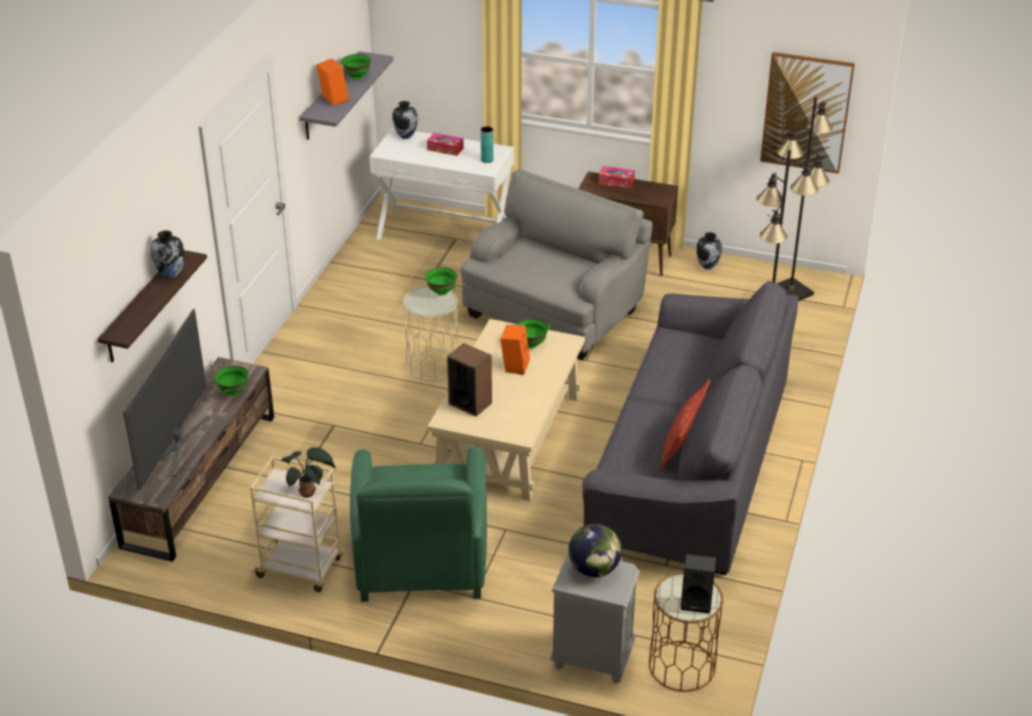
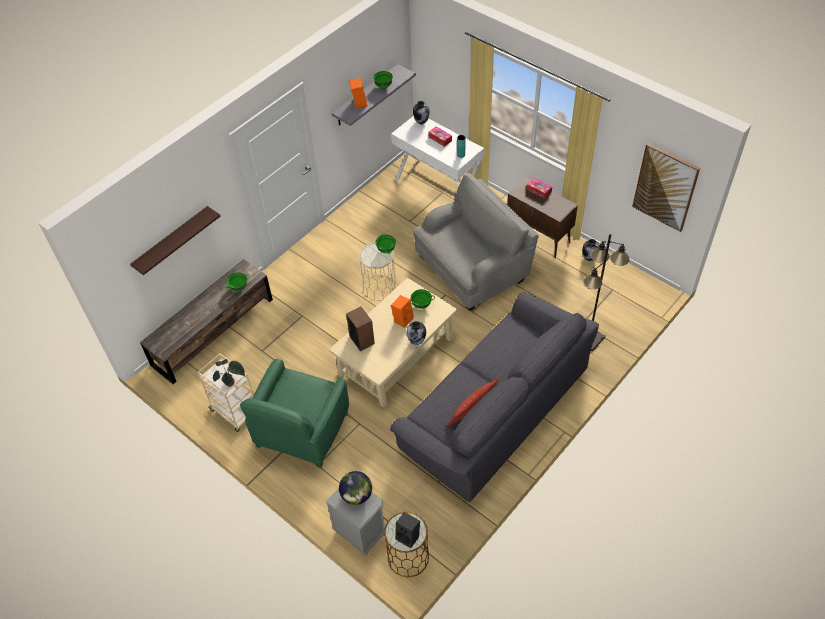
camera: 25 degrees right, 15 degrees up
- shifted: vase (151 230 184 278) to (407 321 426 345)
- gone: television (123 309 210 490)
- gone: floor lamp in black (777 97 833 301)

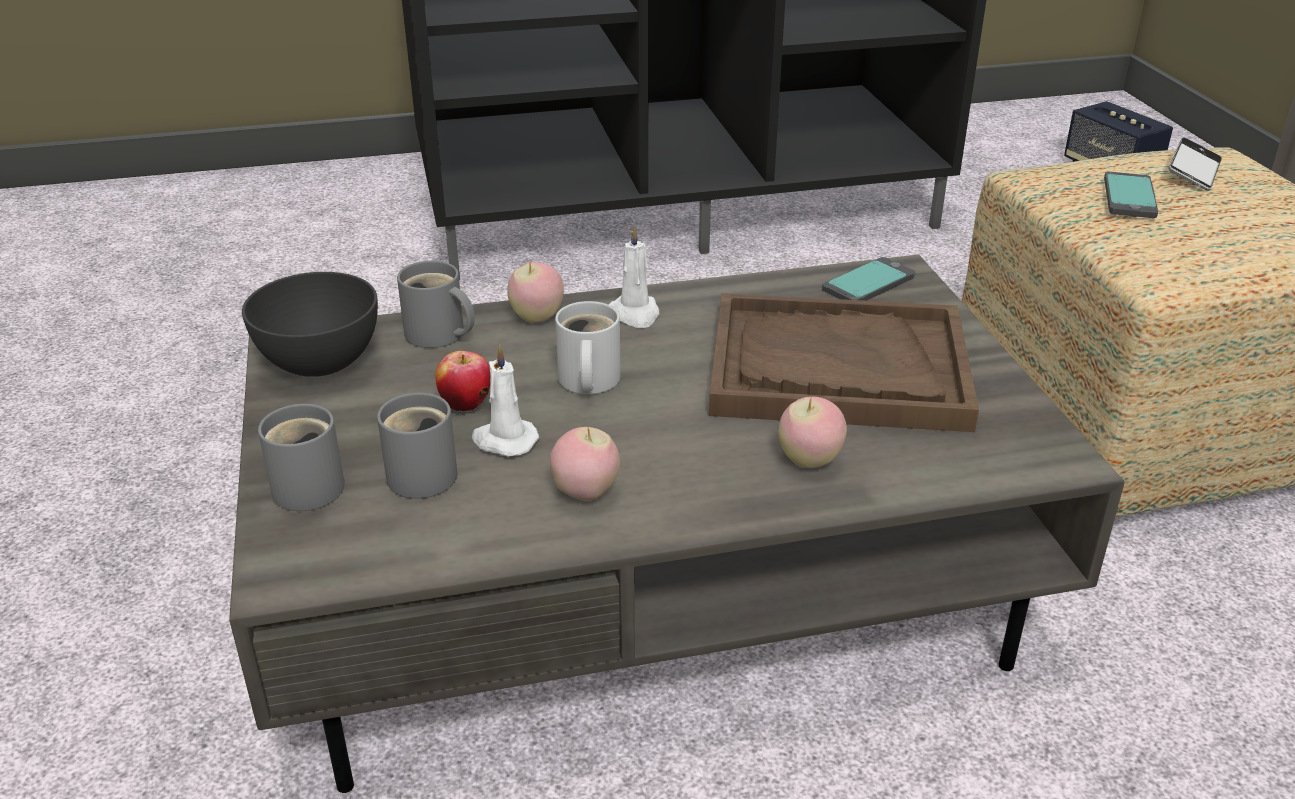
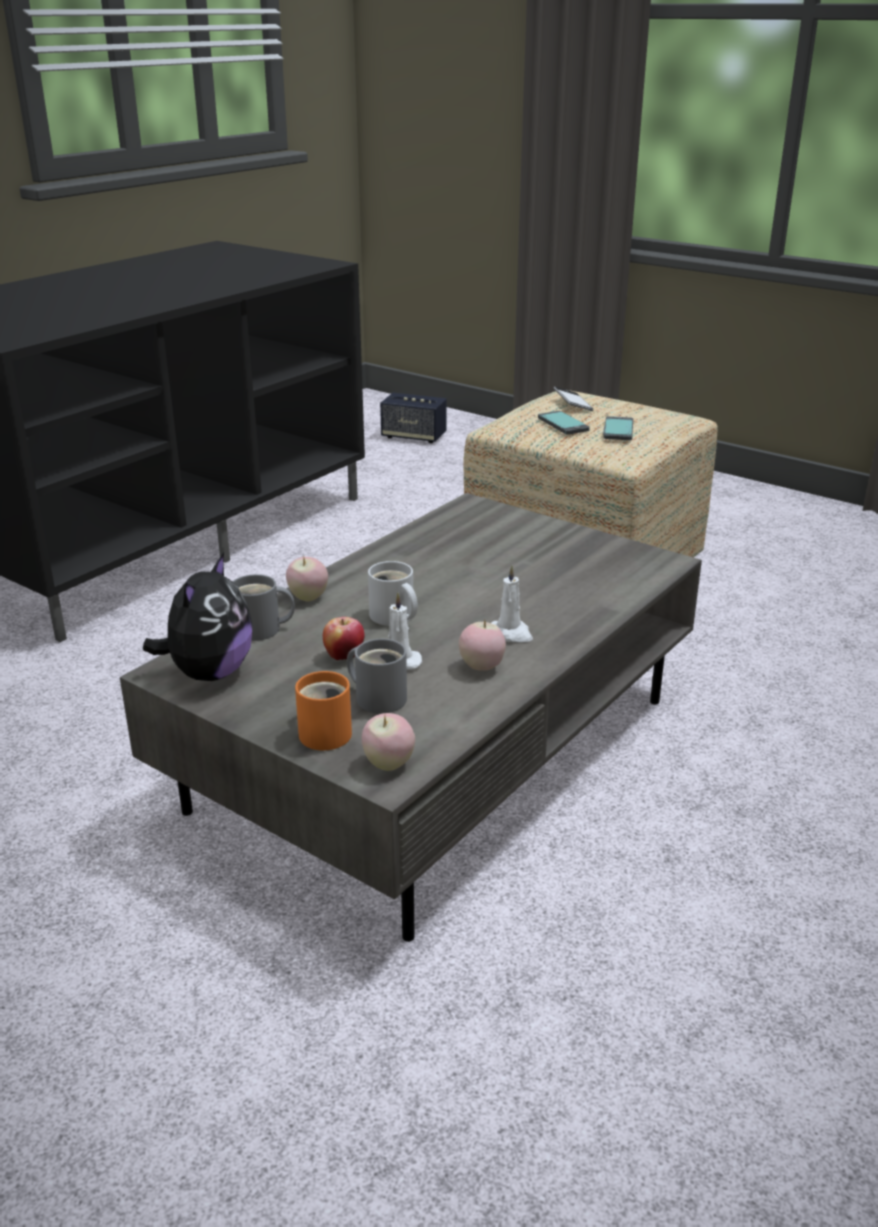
camera: 40 degrees left, 5 degrees down
- swapped: bowl in grey (242 272 378 377) to plush toy (143 553 252 681)
- repainted: mug in grey (258 404 345 511) to mug in orange (295 671 352 750)
- shifted: apple (778 397 847 468) to (362 713 415 771)
- shifted: candle in white (609 225 659 328) to (491 565 533 642)
- shifted: phone (822 257 915 301) to (603 416 633 440)
- gone: tray in brown (709 293 979 432)

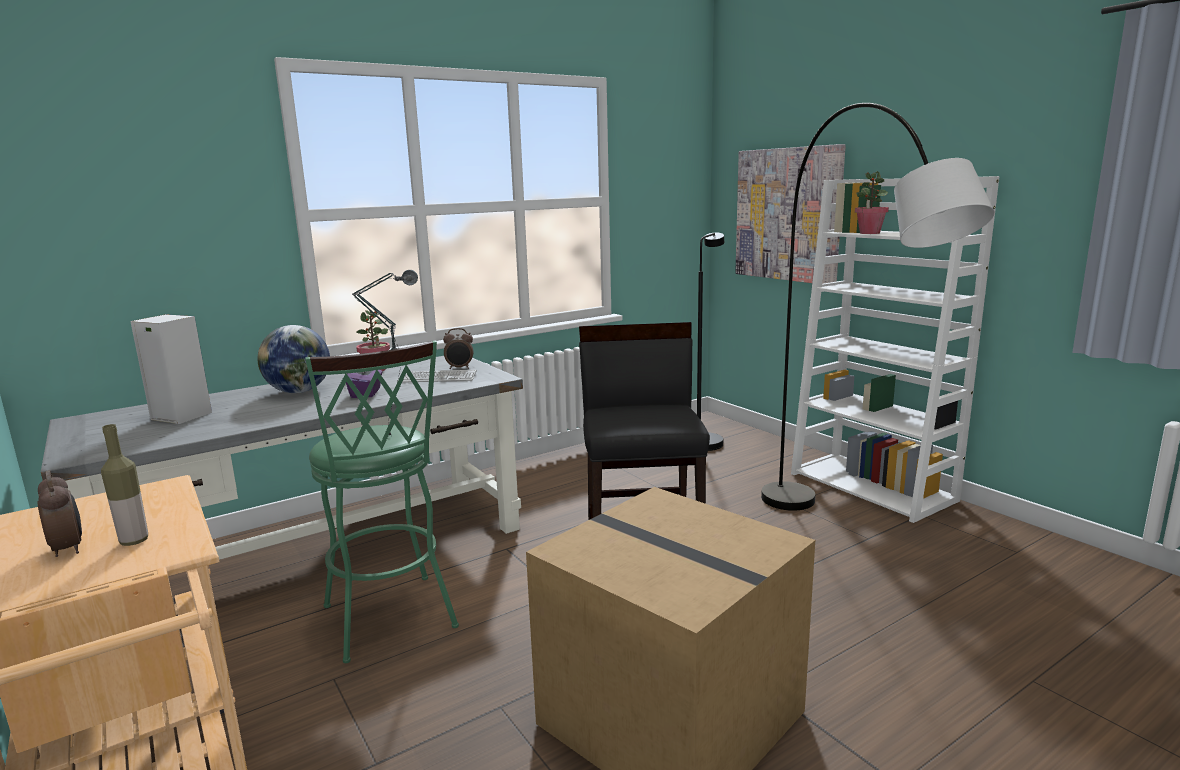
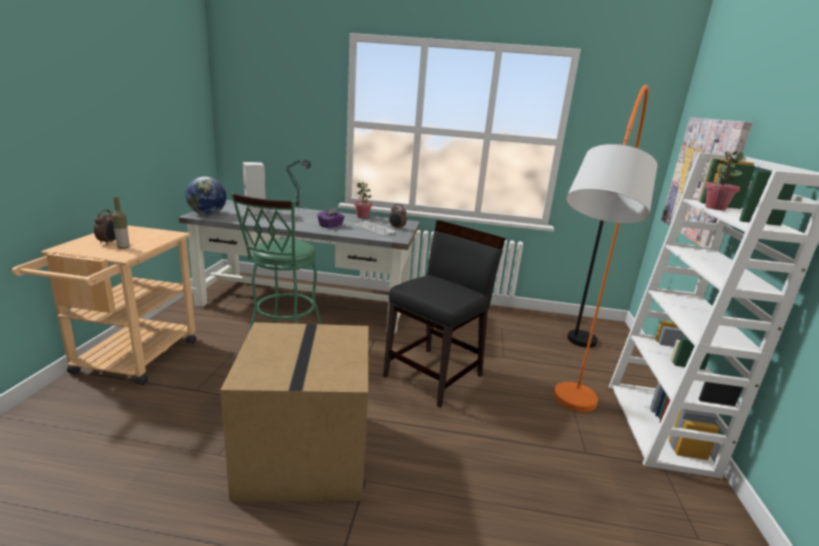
camera: 40 degrees right, 5 degrees up
- shifted: globe (258 325 330 393) to (185 177 226 215)
- repainted: floor lamp in grey (761 103 995 511) to floor lamp in orange (554 85 658 412)

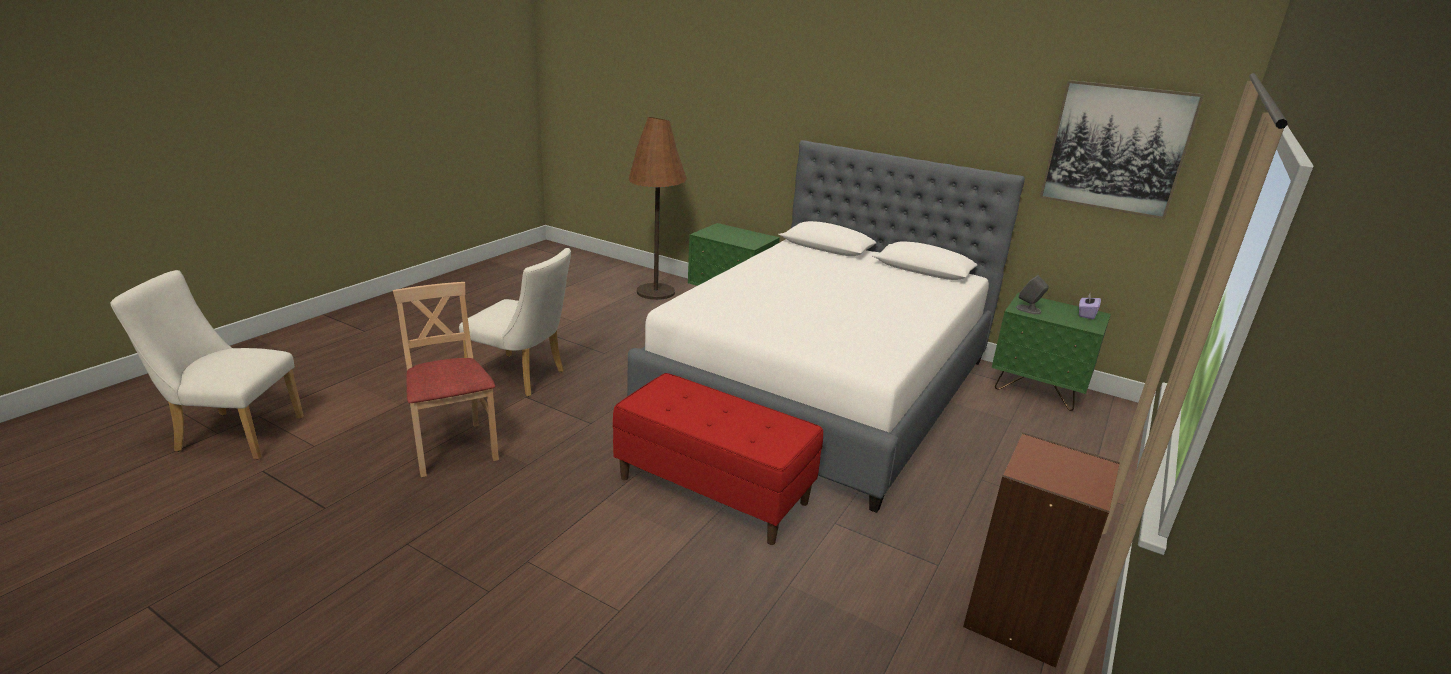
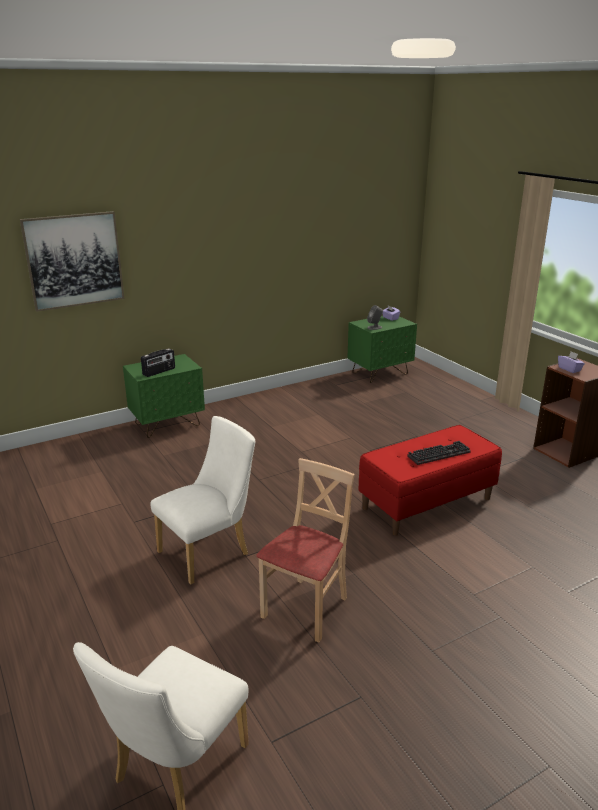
camera: 60 degrees left, 0 degrees up
- shifted: picture (1040 80 1204 219) to (20 211 125 312)
- new: radio (141 348 175 377)
- rotated: chair in beige (393 282 499 477) = (256 458 355 643) 120 degrees clockwise
- new: keyboard (407 441 471 465)
- new: tissue box in purple (558 351 585 373)
- gone: bed in white (627 140 1025 513)
- gone: floor lamp in brown (629 117 687 300)

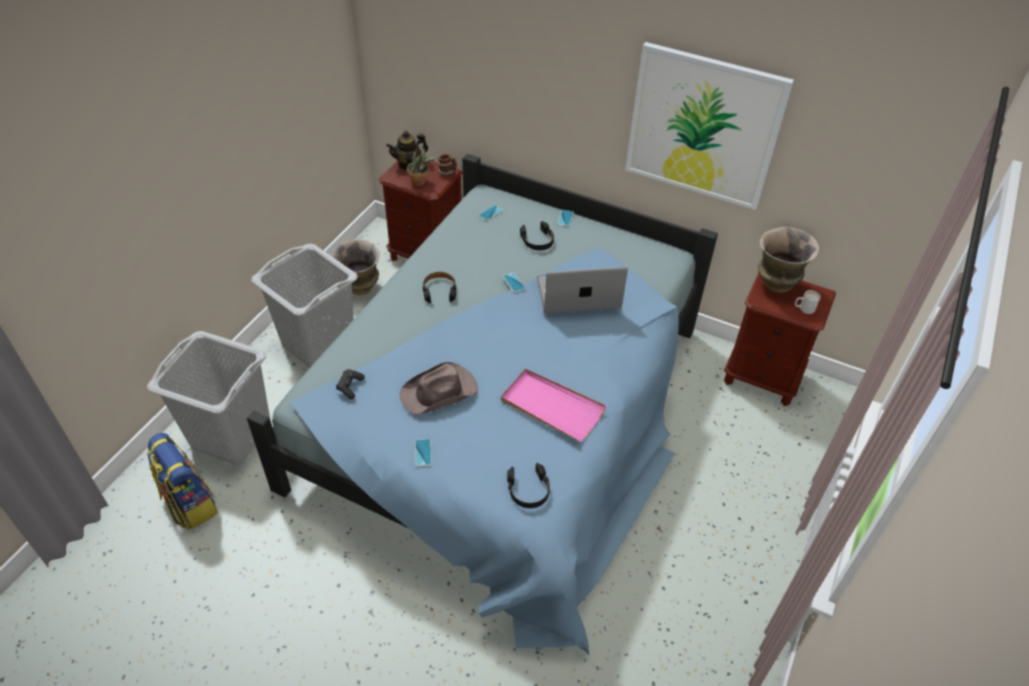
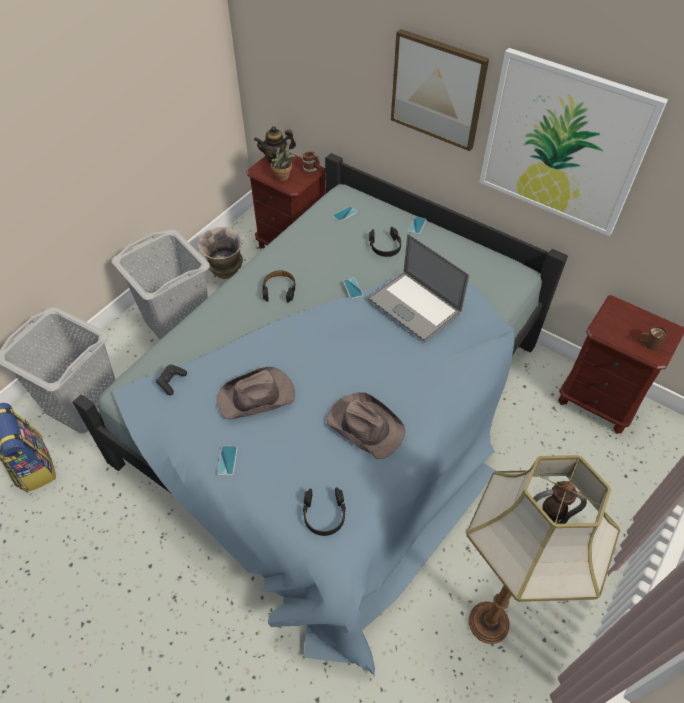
camera: 10 degrees right, 5 degrees up
- swapped: tray in pink (501 369 606 442) to hat in brown (326 392 405 459)
- rotated: laptop (536 267 628 314) = (368 233 470 342) 135 degrees counterclockwise
- new: picture (391 29 489 151)
- new: floor lamp (466 455 620 644)
- repainted: mug in white (795 290 820 314) to mug in brown (639 326 668 350)
- gone: vase (758 227 819 293)

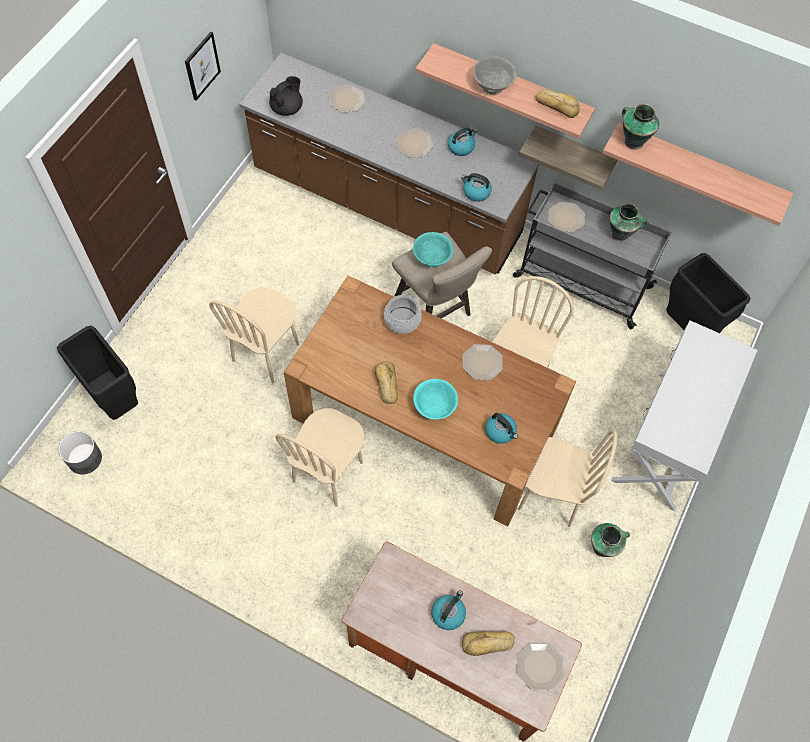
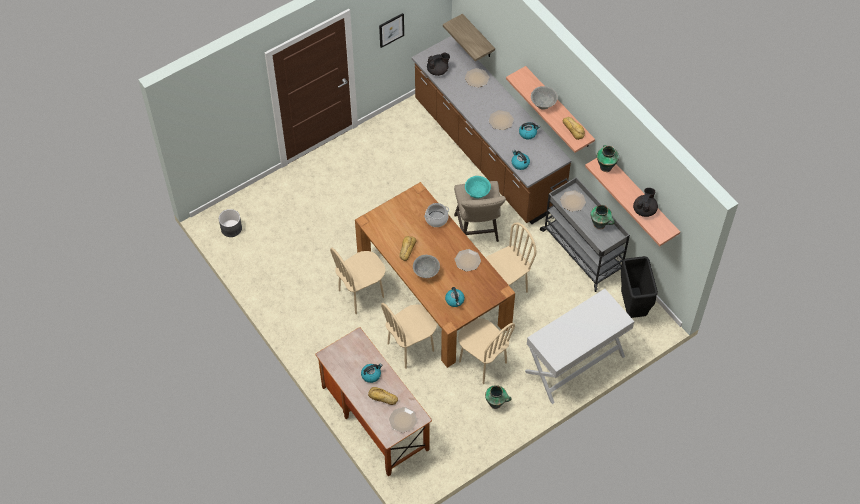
camera: 30 degrees right, 5 degrees down
- shifted: chair in beige (209 288 299 383) to (381 303 437 369)
- repainted: bowl in turquoise (413 379 458 419) to bowl in grey (413 255 440 278)
- shifted: shelf (519 125 617 190) to (443 14 495 61)
- new: teapot in black (633 188 658 217)
- gone: trash can in black (57 326 138 420)

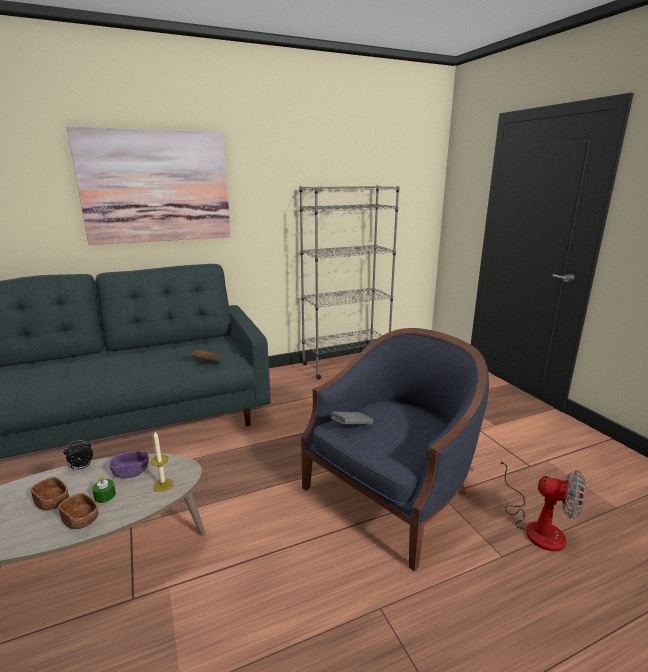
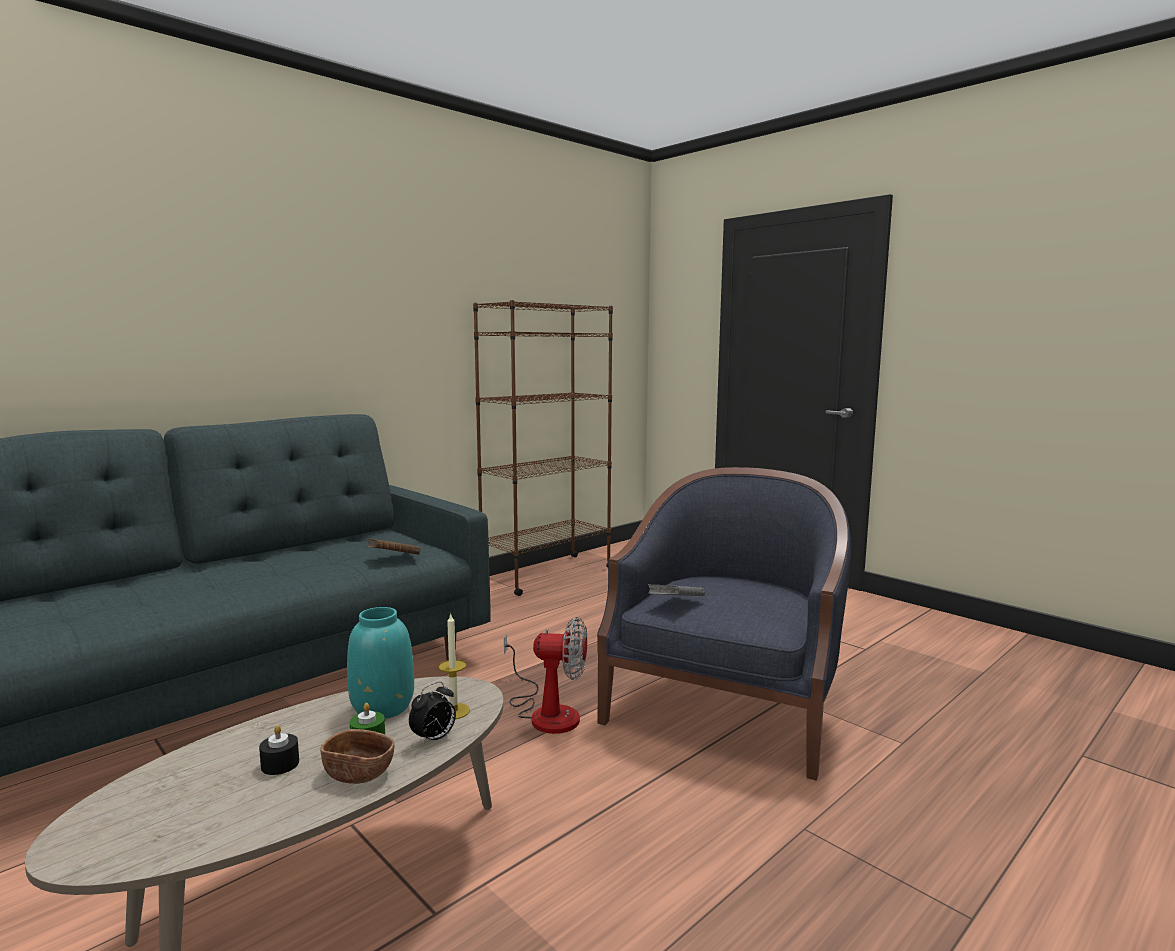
camera: 20 degrees left, 10 degrees down
- swapped: bowl in brown (31 477 69 510) to candle in black (259 725 299 775)
- swapped: bowl in purple (109 451 149 478) to vase in turquoise (347 607 414 719)
- shifted: alarm clock (63 440 93 470) to (409 682 456 746)
- repainted: bookcase in grey (299 185 400 379) to bookcase in brown (473 300 613 596)
- shifted: fan (499 457 586 551) to (504 617 587 734)
- gone: picture (67 126 231 245)

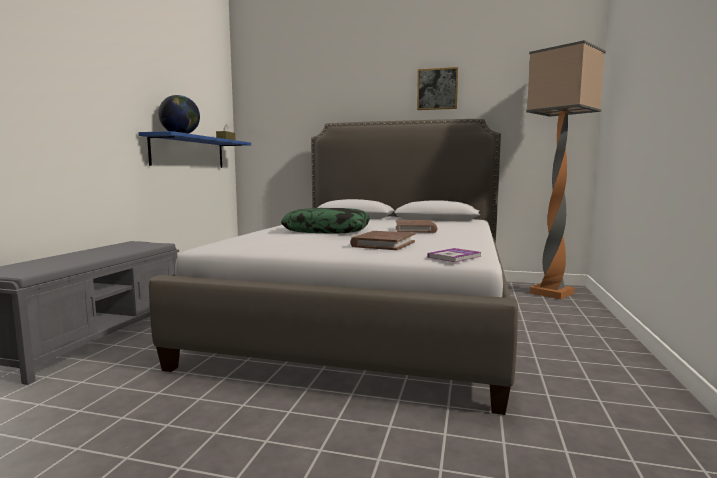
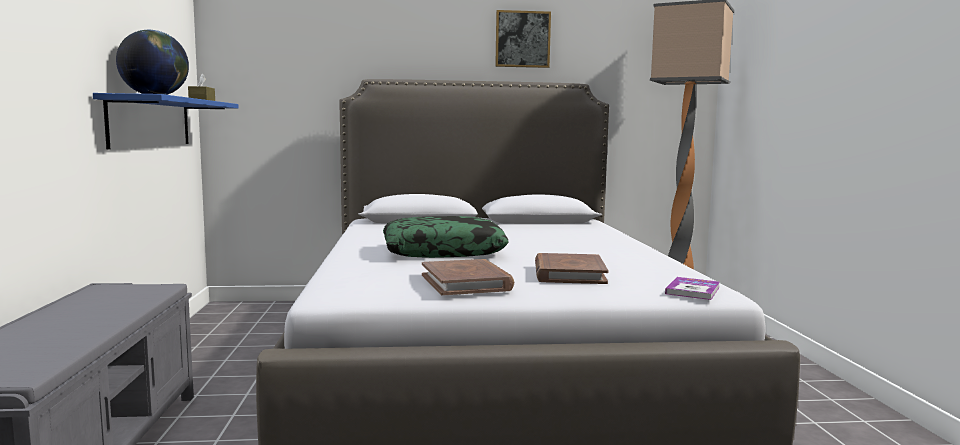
camera: 20 degrees left, 0 degrees up
- shifted: book in brown (396 220 437 233) to (422 259 514 296)

